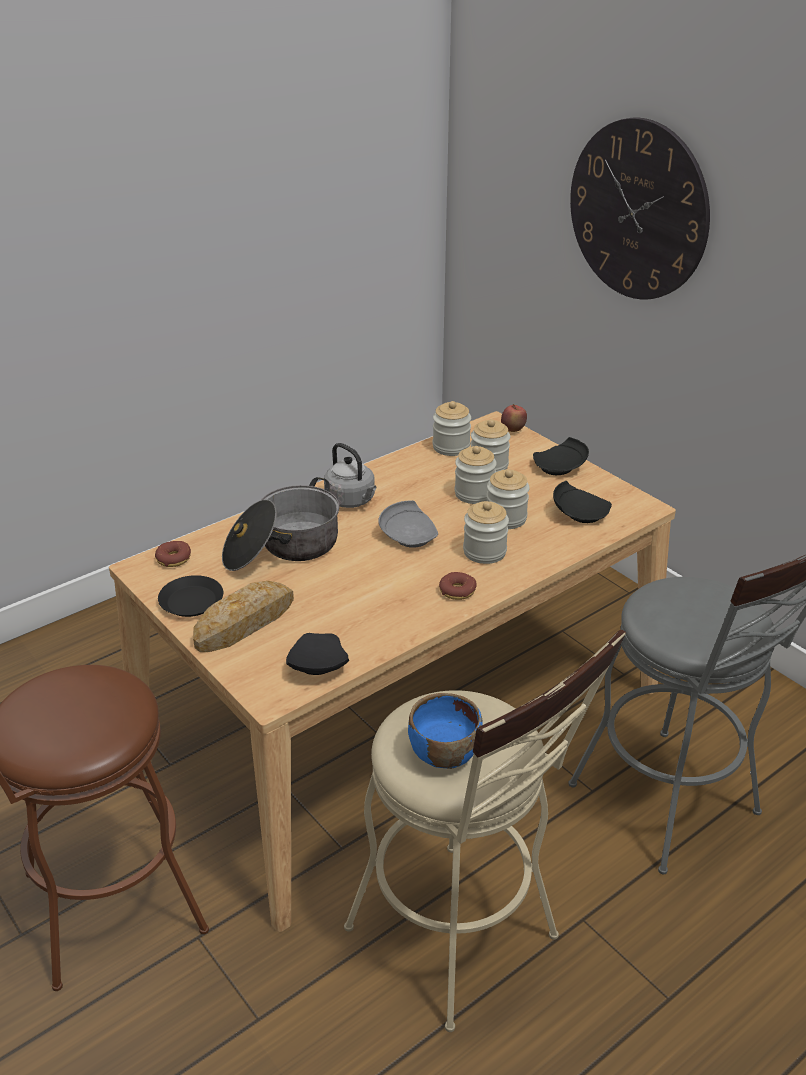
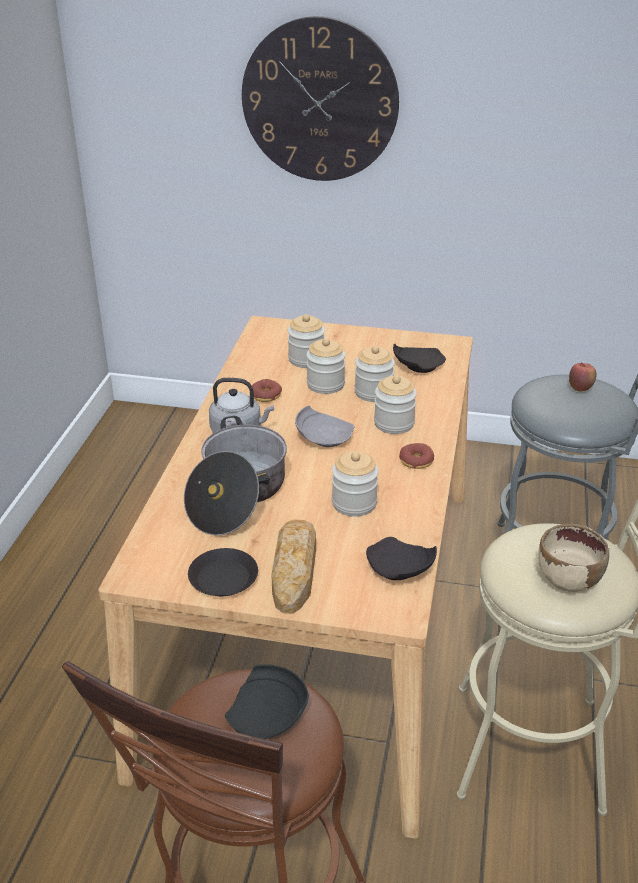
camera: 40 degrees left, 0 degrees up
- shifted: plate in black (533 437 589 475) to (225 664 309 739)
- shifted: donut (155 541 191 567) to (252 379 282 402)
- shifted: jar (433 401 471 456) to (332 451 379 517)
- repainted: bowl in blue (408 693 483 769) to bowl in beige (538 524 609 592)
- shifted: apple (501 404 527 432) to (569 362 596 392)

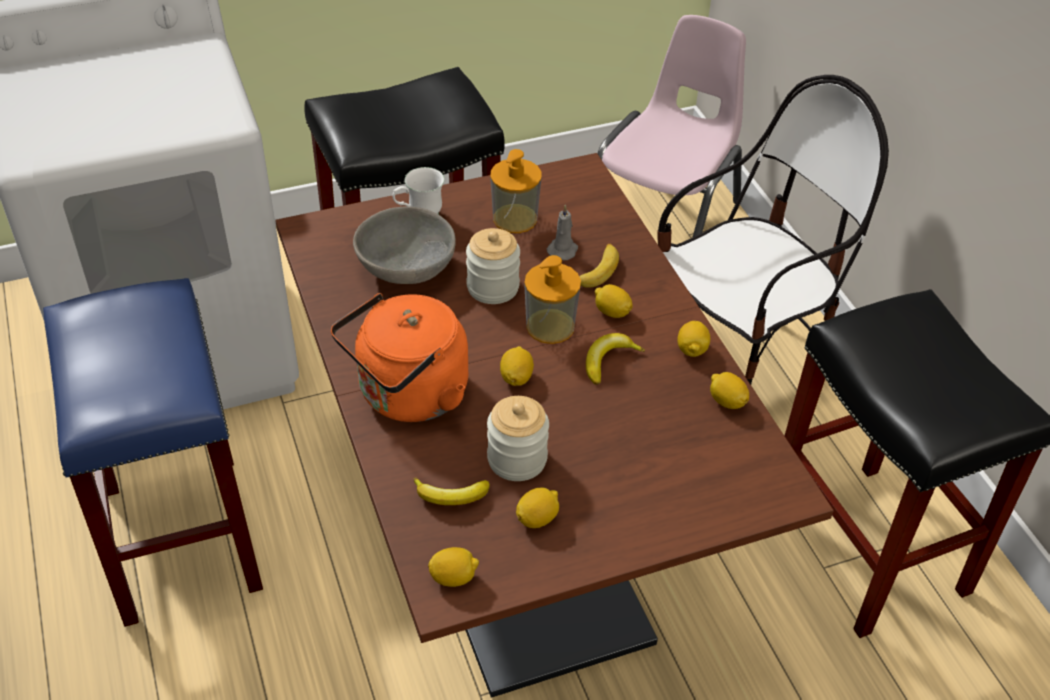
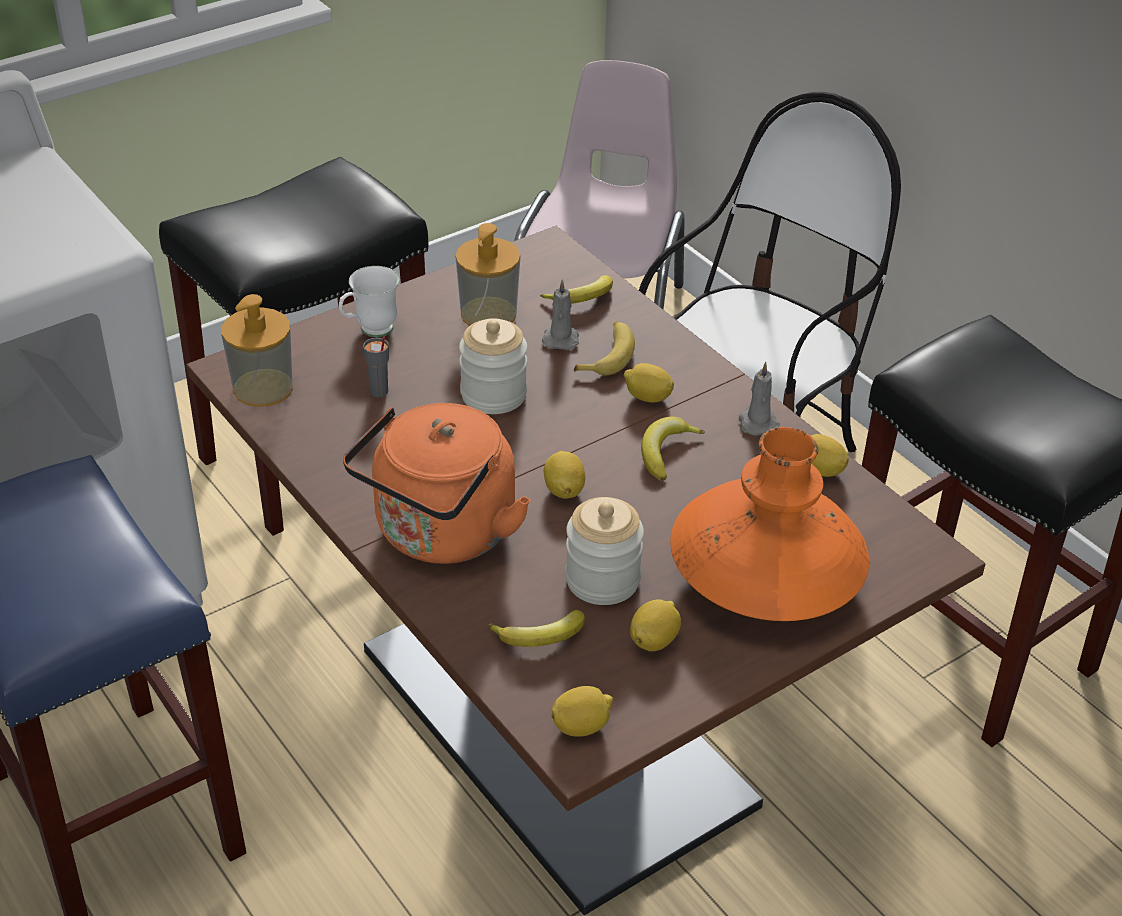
camera: 15 degrees left, 5 degrees down
- shifted: soap dispenser (524 255 581 344) to (221 294 293 407)
- swapped: bowl in grey (353 206 456 284) to cup in grey (363 337 389 397)
- new: banana (540 275 613 304)
- new: vase in orange (670 427 869 621)
- swapped: lemon (677 321 710 357) to candle in grey (739 362 780 436)

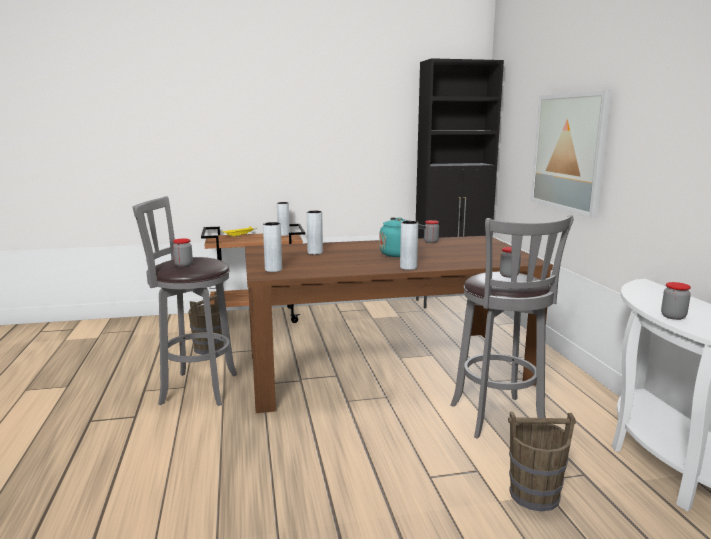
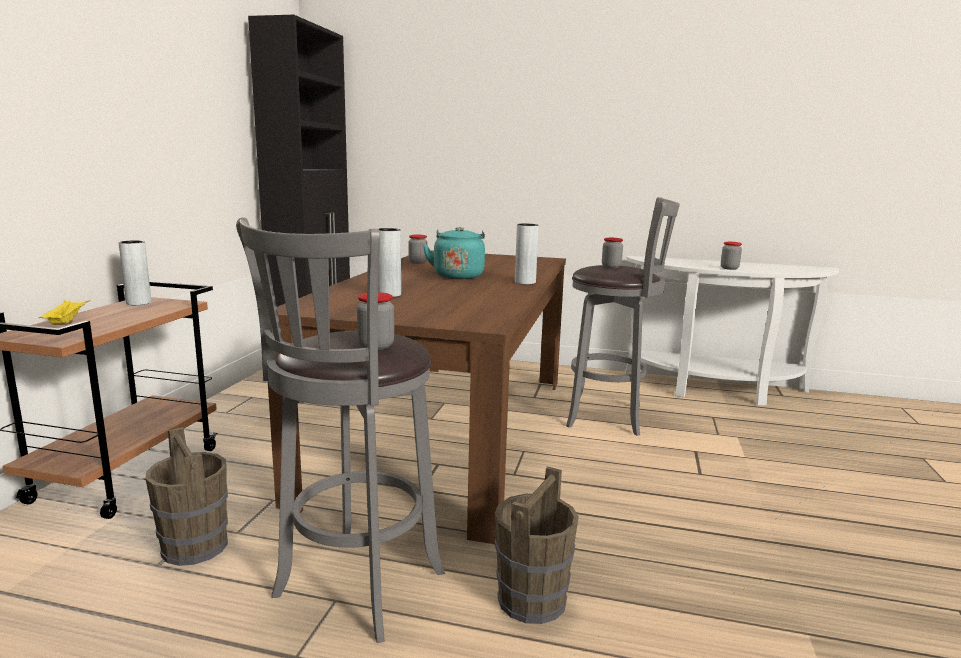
camera: 65 degrees left, 0 degrees up
- shifted: bucket in brown (508 412 576 512) to (495 466 579 624)
- gone: vase in grey (263 222 282 272)
- gone: picture (531 90 612 218)

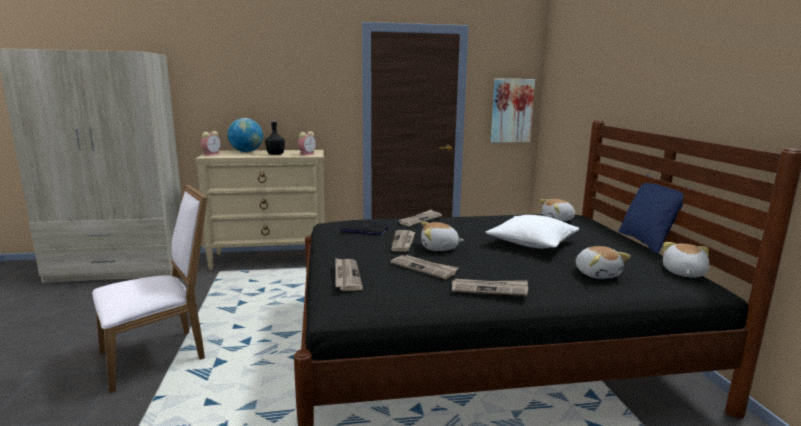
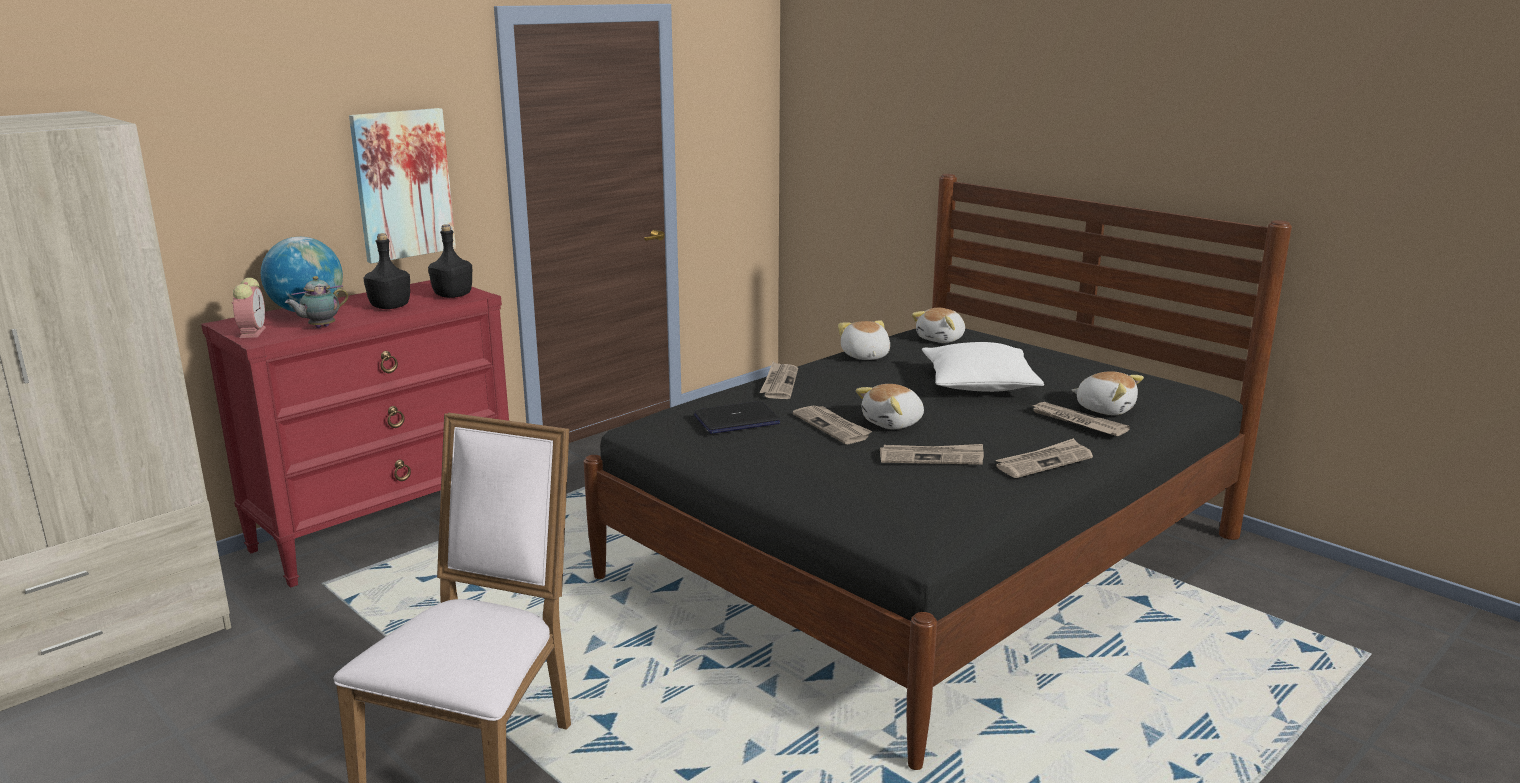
camera: 35 degrees left, 5 degrees up
- repainted: dresser in beige (195 150 325 270) to dresser in red (201 280 509 588)
- new: teapot (285 276 348 328)
- shifted: picture (491 78 535 142) to (349 108 456 263)
- swapped: alarm clock (298 131 316 156) to bottle in black (428 224 472 298)
- shifted: plush toy (663 242 710 277) to (838 320 890 360)
- shifted: newspaper (335 258 363 291) to (1032 402 1130 436)
- gone: pillow in blue (618 174 691 254)

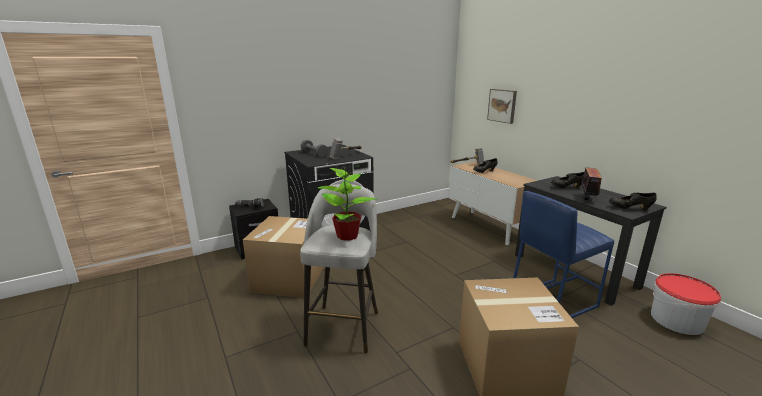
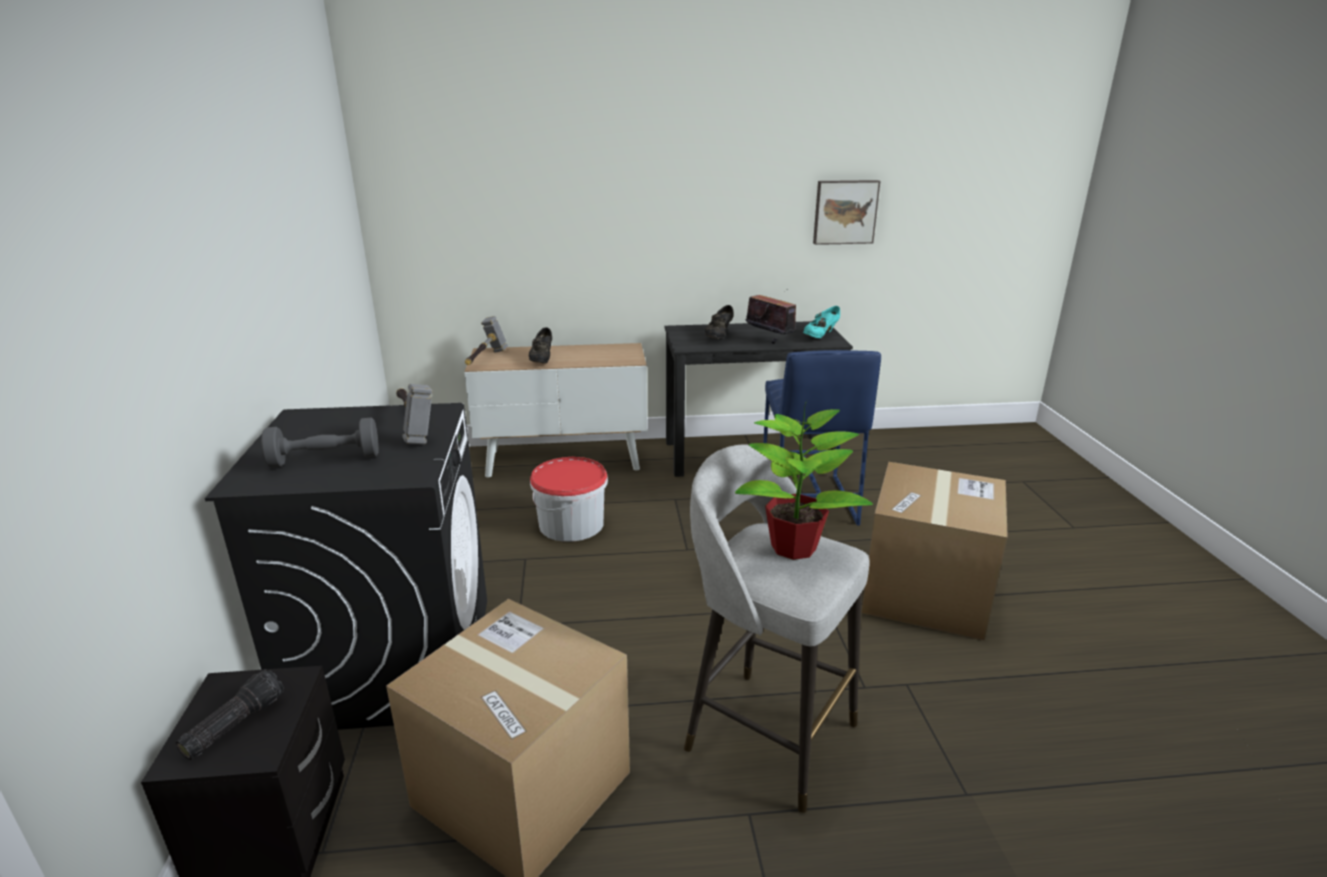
camera: 65 degrees left, 5 degrees up
- shifted: bucket (651 273 721 335) to (530 457 608 542)
- repainted: shoe in black (609 192 657 210) to shoe in turquoise (803 306 840 338)
- shifted: picture (487 89 517 124) to (813 180 880 245)

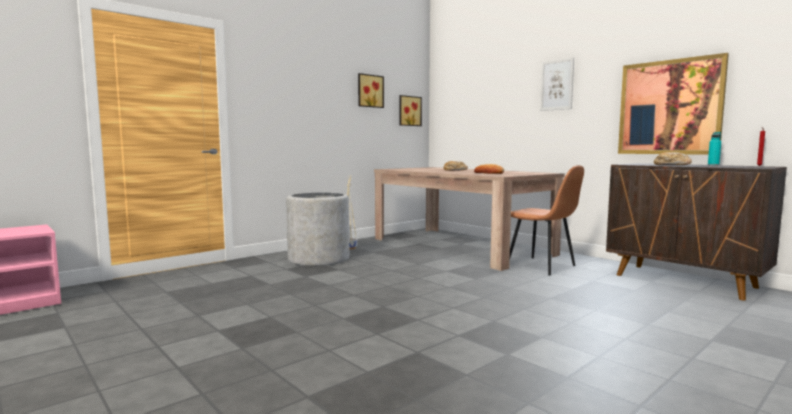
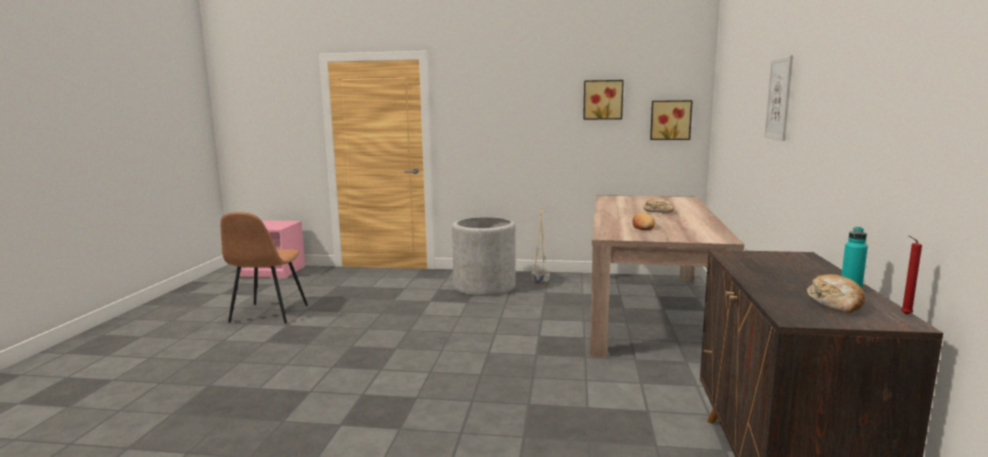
camera: 50 degrees right, 5 degrees up
- shifted: chair in brown (510 165 584 276) to (221 212 308 324)
- shifted: bread (654 152 692 165) to (807 274 865 313)
- gone: picture (618 53 729 155)

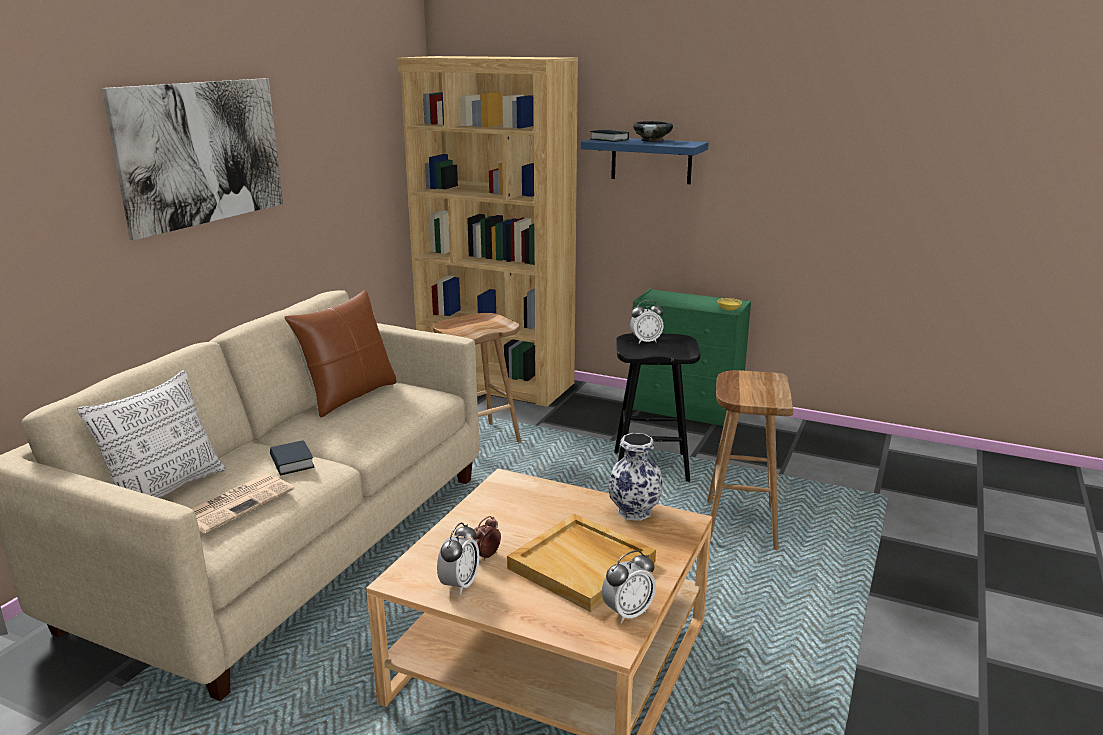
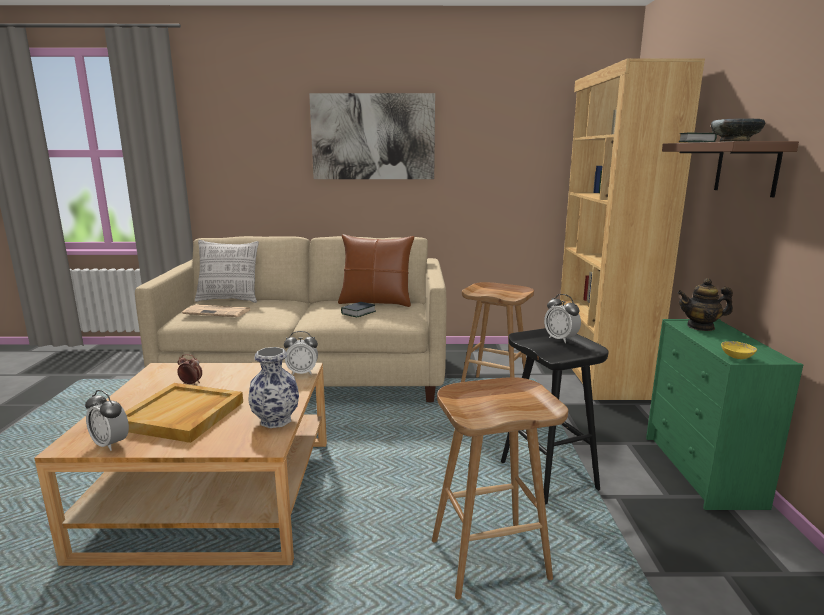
camera: 65 degrees right, 5 degrees down
- shifted: alarm clock (437 522 479 595) to (284 331 318 375)
- shifted: book (270 440 315 475) to (341 302 376 317)
- repainted: shelf in blue (581 138 709 184) to shelf in brown (662 141 799 197)
- new: teapot (677 278 733 331)

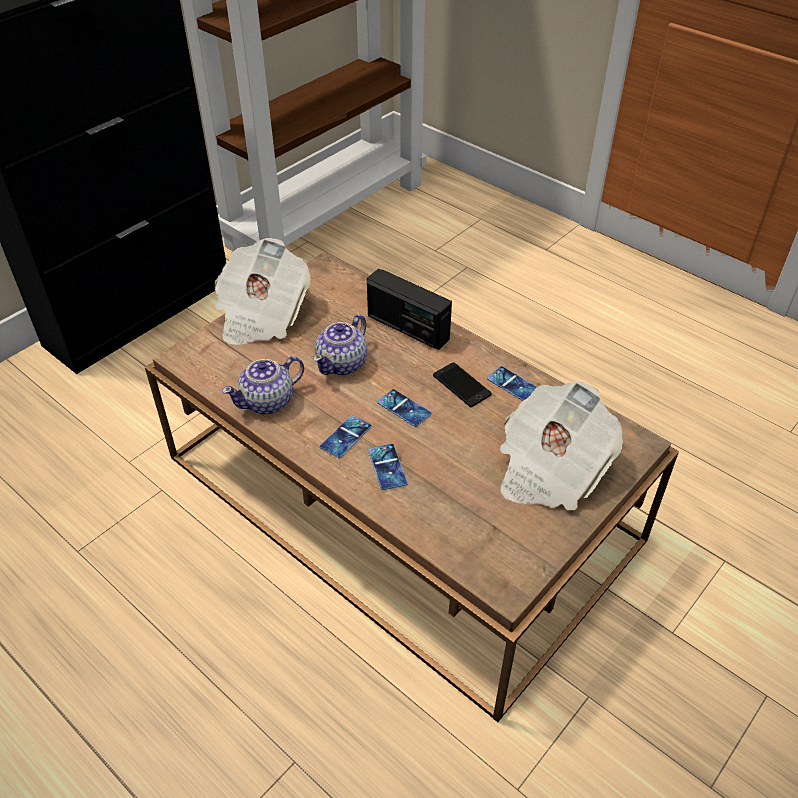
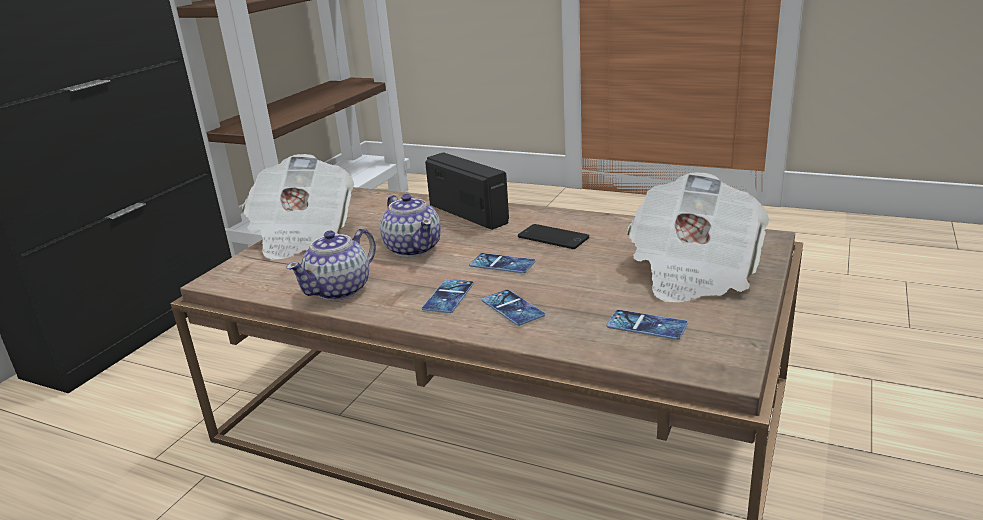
camera: 15 degrees left, 20 degrees down
- rotated: teapot (313 314 367 375) = (380 194 441 257) 45 degrees counterclockwise
- rotated: radio (367 269 452 350) = (425 152 509 230) 150 degrees counterclockwise
- shifted: phone (487 366 537 401) to (607 310 688 340)

